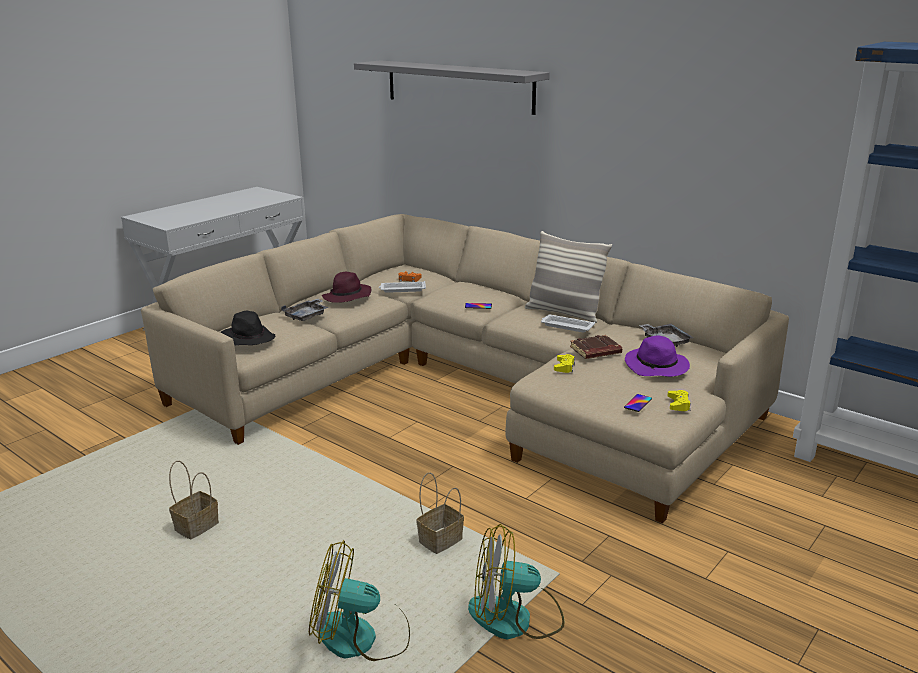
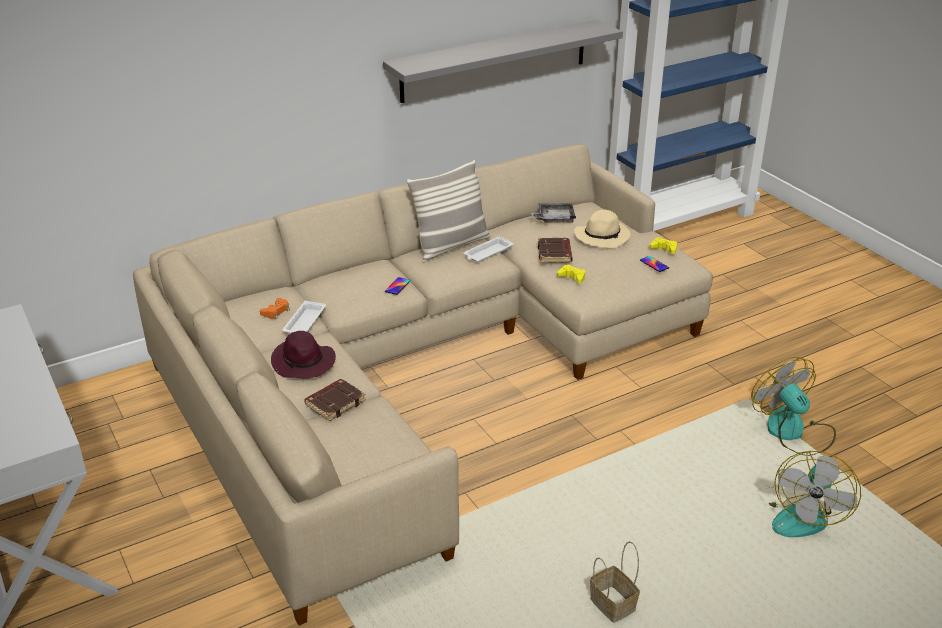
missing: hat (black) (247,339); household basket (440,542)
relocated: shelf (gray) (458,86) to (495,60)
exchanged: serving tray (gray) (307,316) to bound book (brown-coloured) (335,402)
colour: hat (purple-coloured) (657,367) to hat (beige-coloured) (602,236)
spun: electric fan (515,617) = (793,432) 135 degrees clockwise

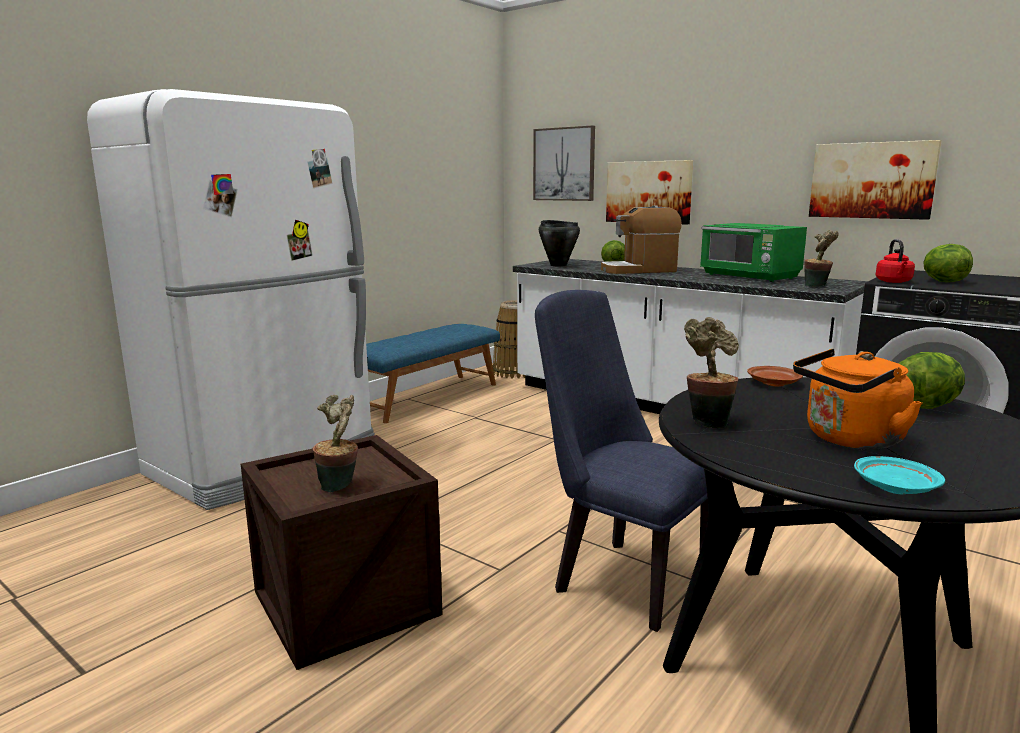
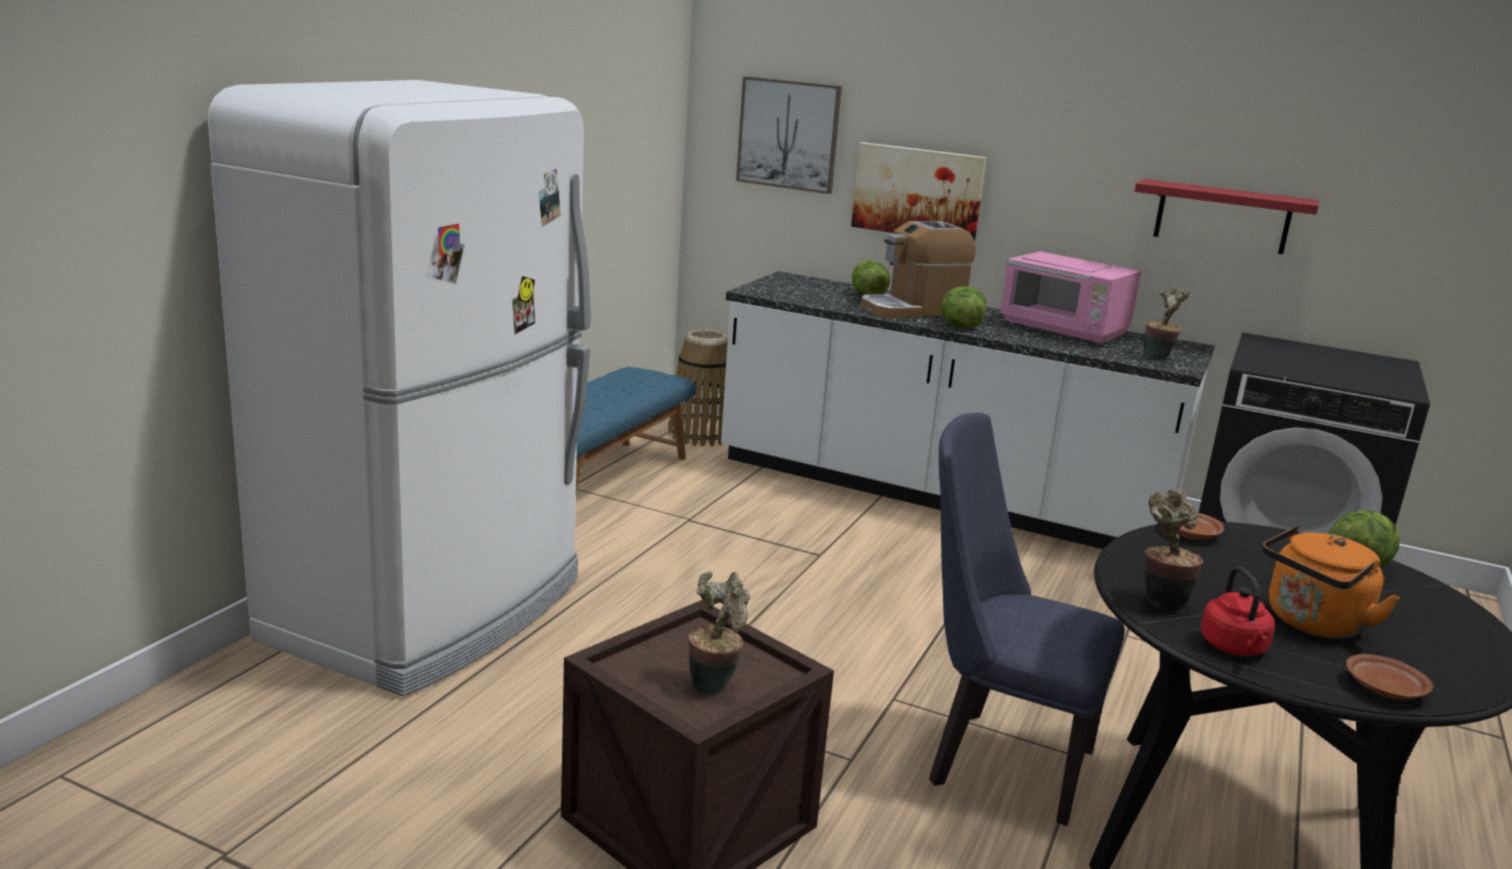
missing: saucepot (black) (558,265)
relocated: head of lettuce (943,282) to (959,326); tea kettle (reddish) (894,282) to (1234,648)
exchanged: picture (872,180) to shelf (reddish) (1222,217)
colour: microwave oven (green-coloured) (749,276) to microwave oven (pinkish) (1064,330); flat dish (turquoise) (894,487) to flat dish (brown-coloured) (1383,688)

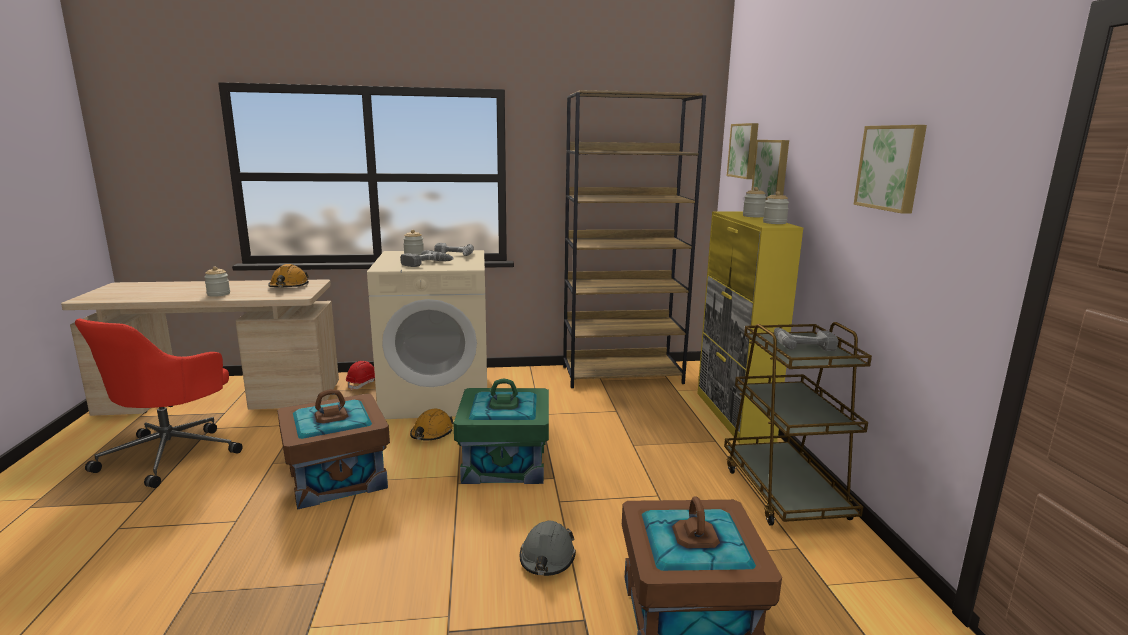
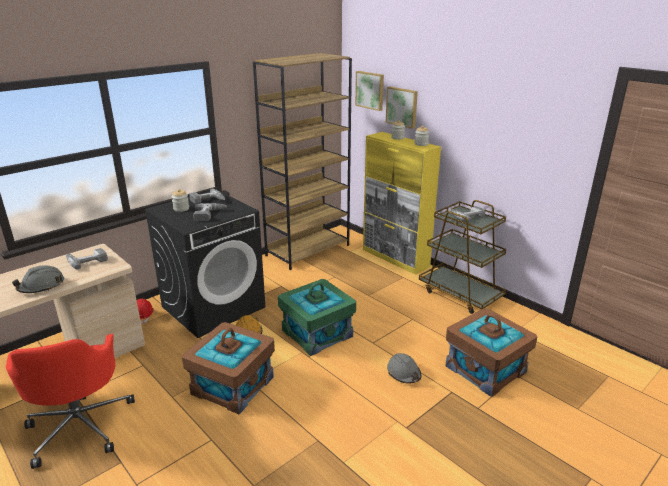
missing: picture (891,167)
exchanged: storage jar (218,294) to hard hat (gray) (41,286); hard hat (orange) (289,287) to power drill (86,260)
colour: laundry machine (beige-coloured) (438,397) to laundry machine (black) (214,306)

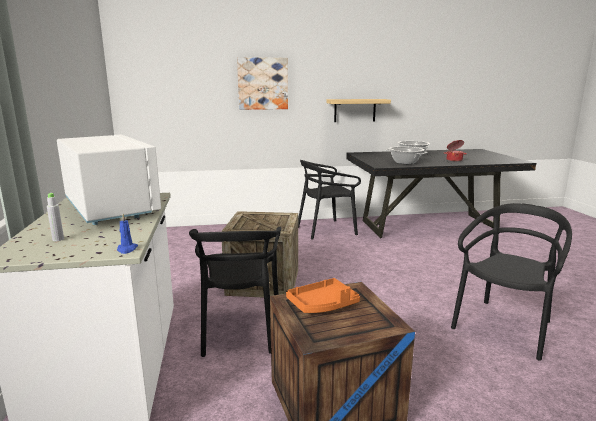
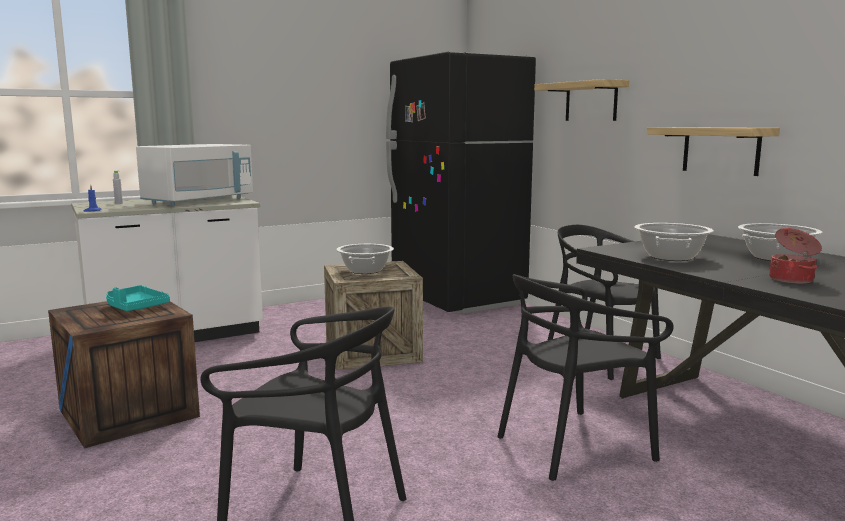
appeared: saucepot (365,271); refrigerator (black) (457,298)
relocated: upright chair (black) (239,330) to (573,445)
exchanged: picture (262,83) to shelf (591,101)
colour: serving tray (orange) (323,305) to serving tray (turquoise) (135,307)

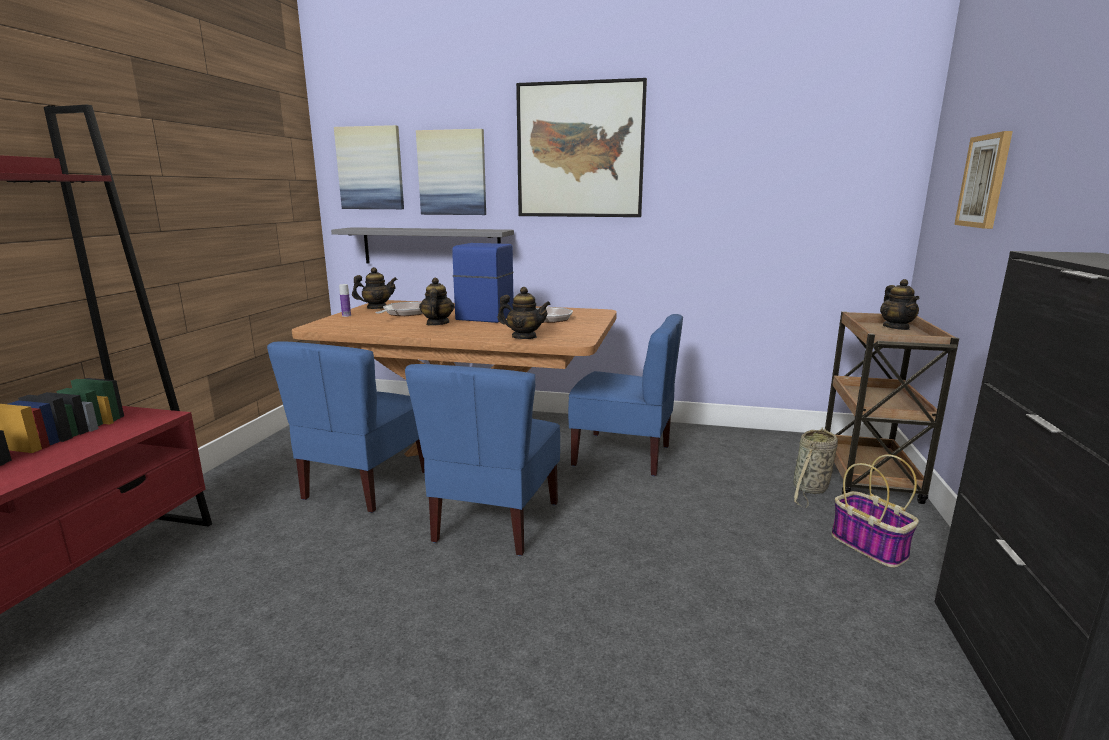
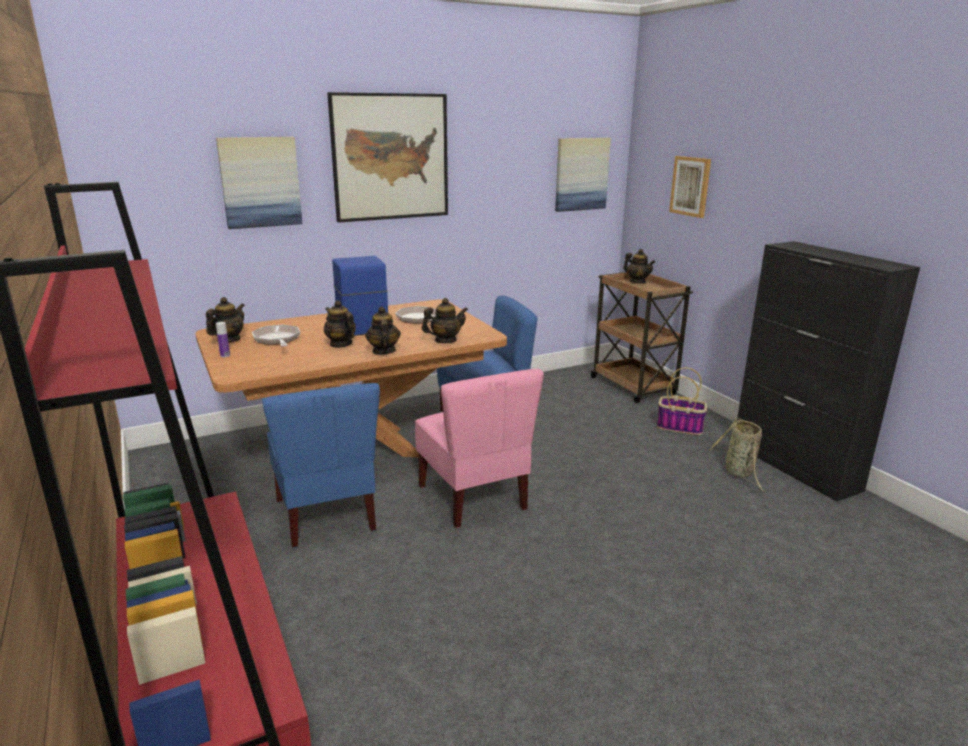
missing: shelf (gray) (431,247)
appeared: pot for tea (383,351)
relocated: picture (370,168) to (581,174); household basket (809,489) to (739,473)
colour: upright chair (blue-coloured) (494,522) to upright chair (pinkish) (474,497)

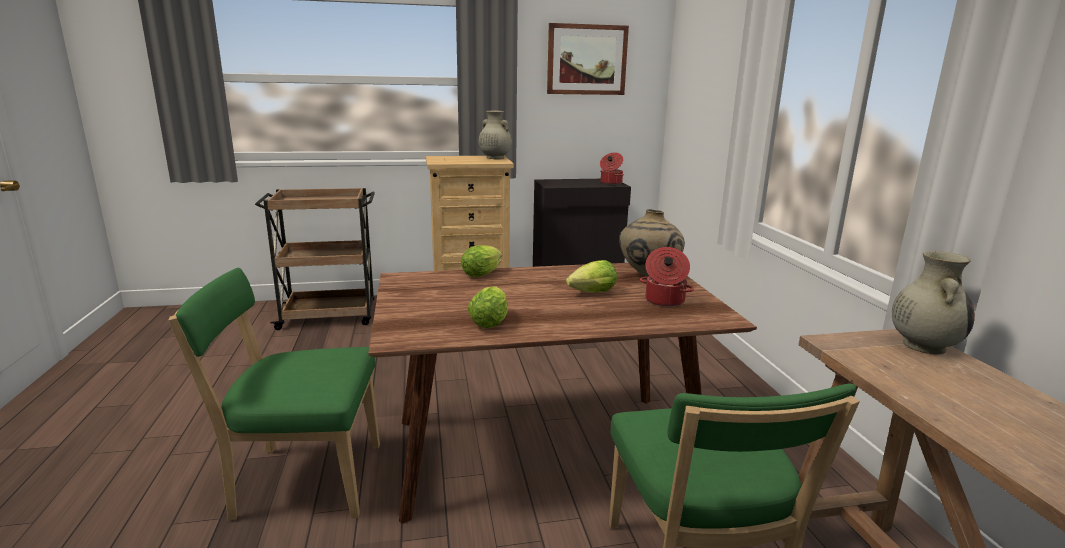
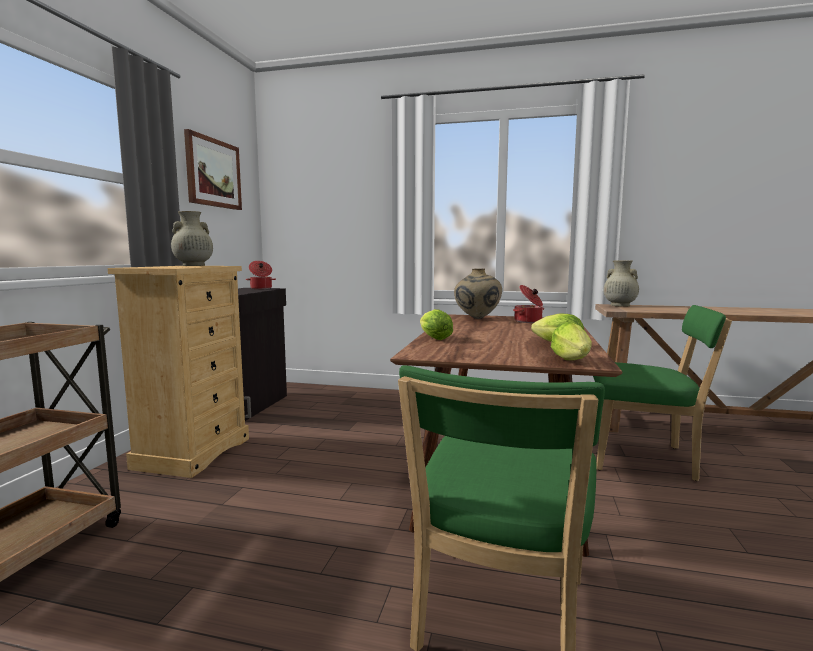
relocated: head of lettuce (590,293) to (573,361)

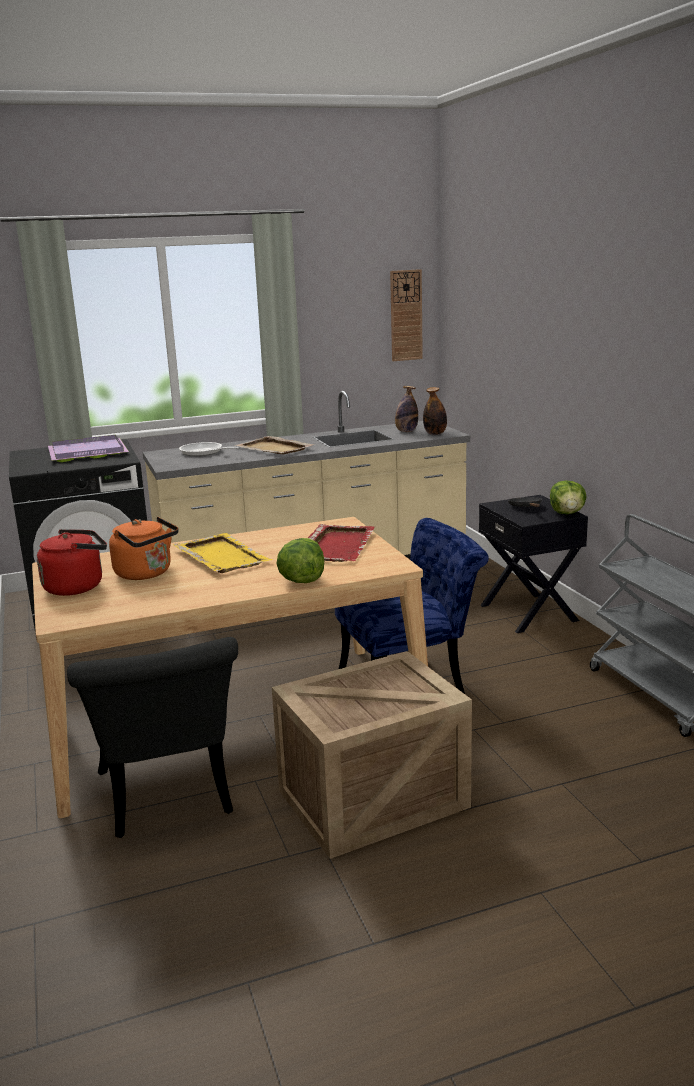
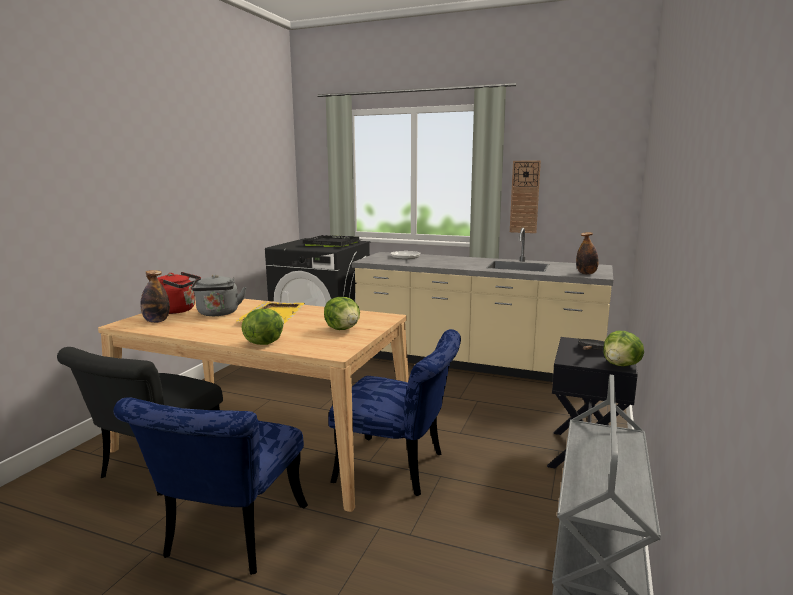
missing: serving tray (beige-coloured) (274,448)
relocated: bottle (406,431) to (156,321); hanging clock (406,315) to (524,197)
exchanged: packing crate (371,800) to upright chair (blue-coloured) (228,538); serving tray (reddish) (336,546) to head of lettuce (343,329)
colour: tea kettle (orange) (146,574) to tea kettle (gray) (218,313); serving tray (purple-coloured) (86,452) to serving tray (black) (330,244)

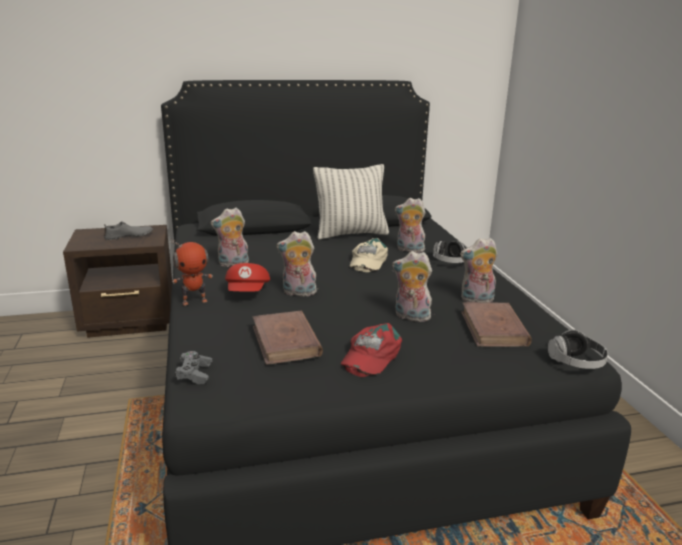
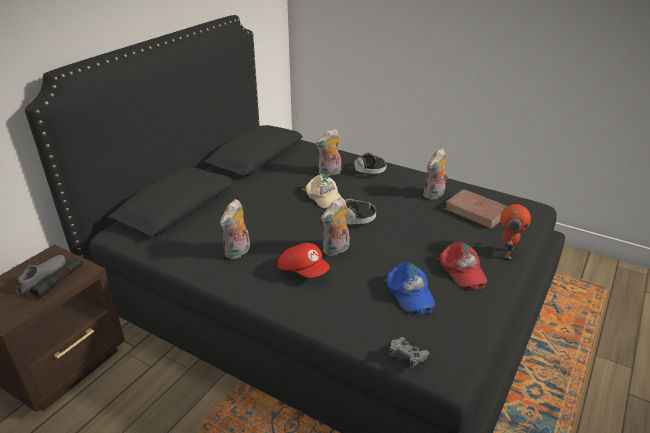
missing: pillow (351,234); soft toy (410,317)
appeared: torch (black) (59,281)
relocated: headset (576,362) to (357,219); toy robot (194,301) to (507,252)
exchanged: bound book (brown-coloured) (286,341) to peaked cap (blue-coloured) (409,292)

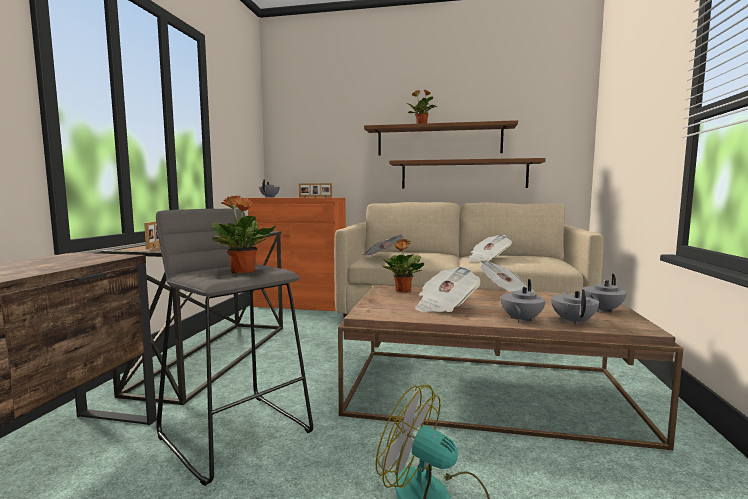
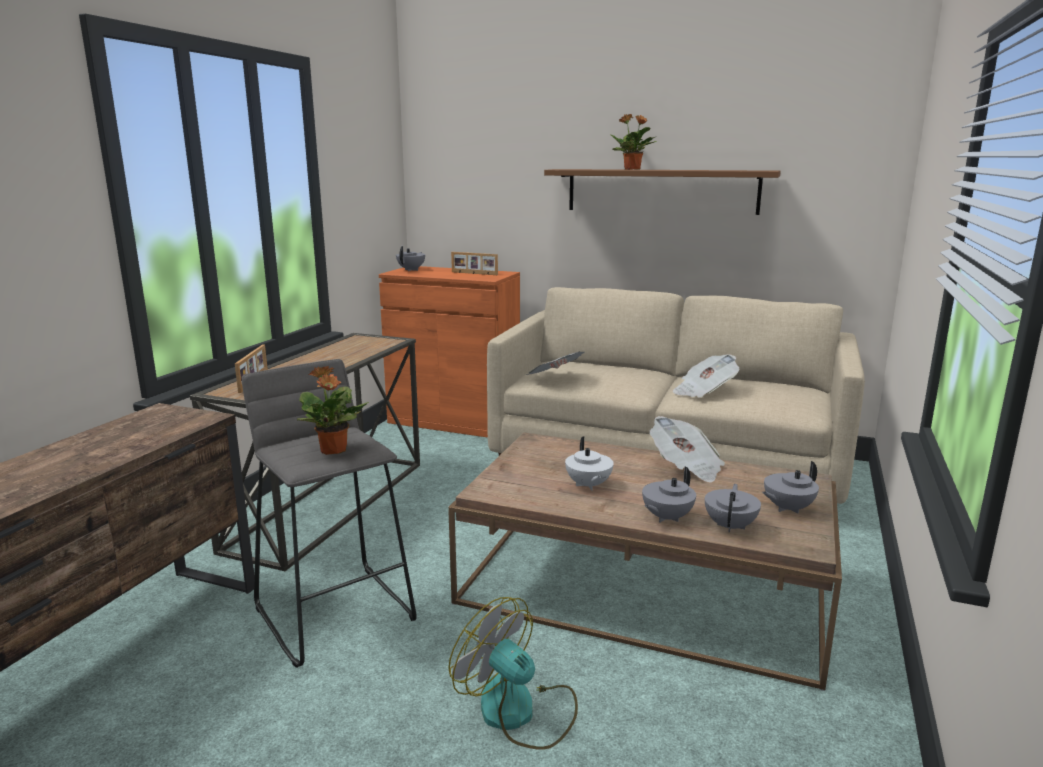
missing: houseplant (402,291); shelf (brown-coloured) (463,174)
exchanged: daily paper (445,307) to pot for tea (white) (588,485)

